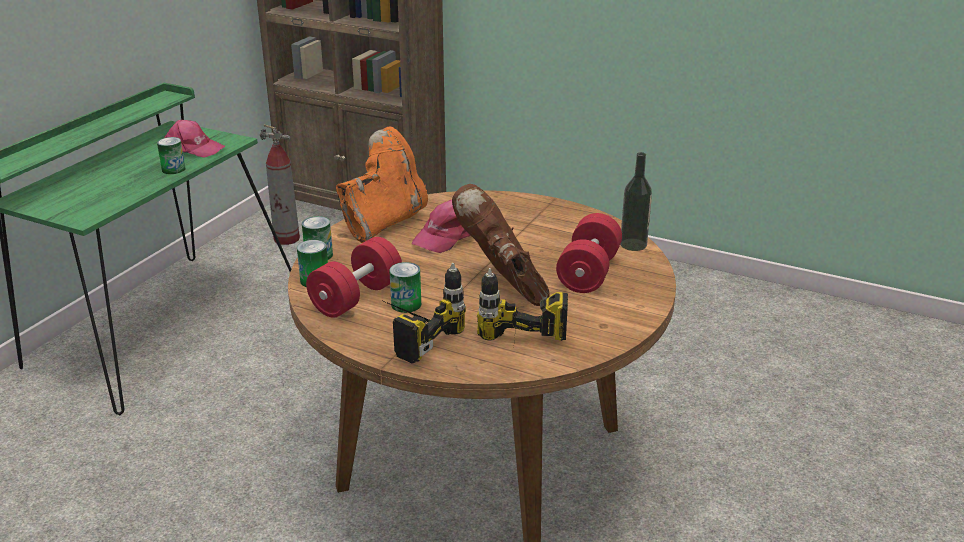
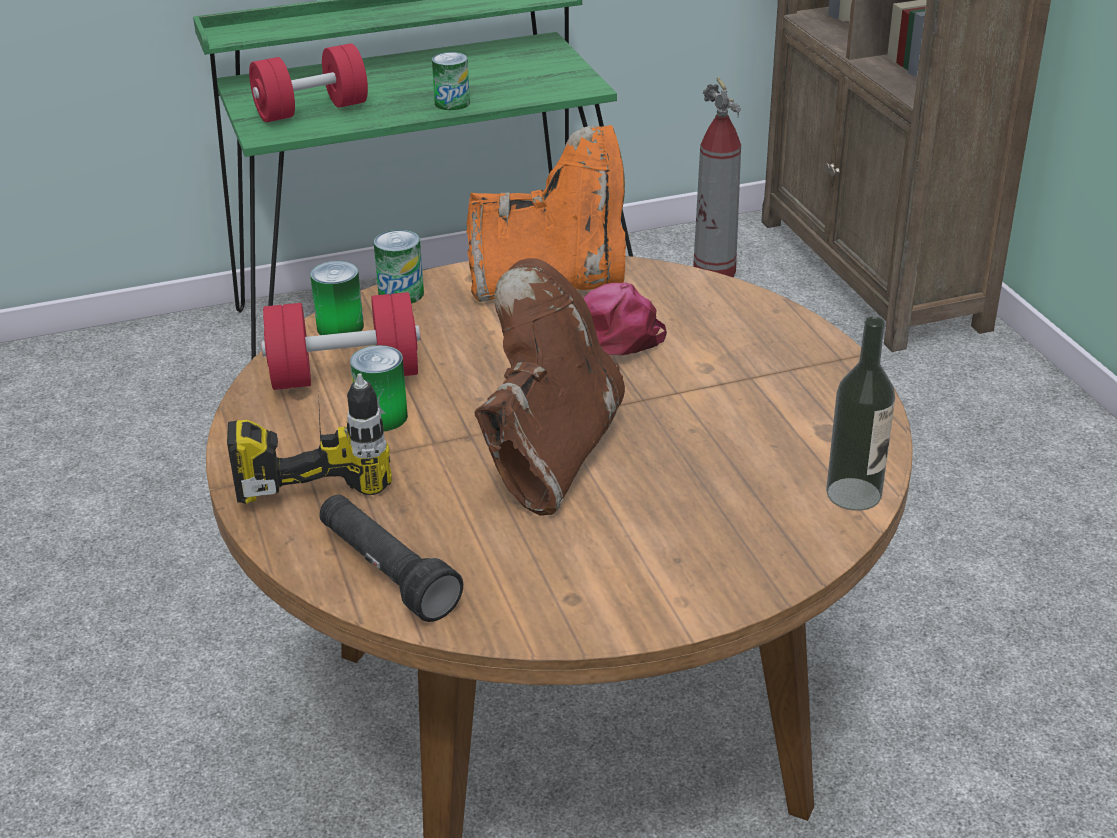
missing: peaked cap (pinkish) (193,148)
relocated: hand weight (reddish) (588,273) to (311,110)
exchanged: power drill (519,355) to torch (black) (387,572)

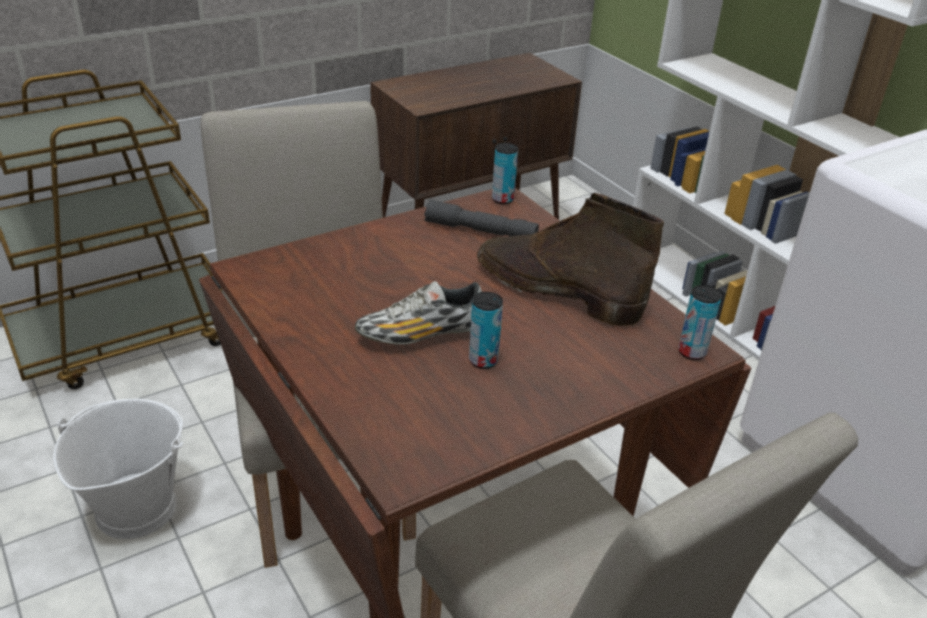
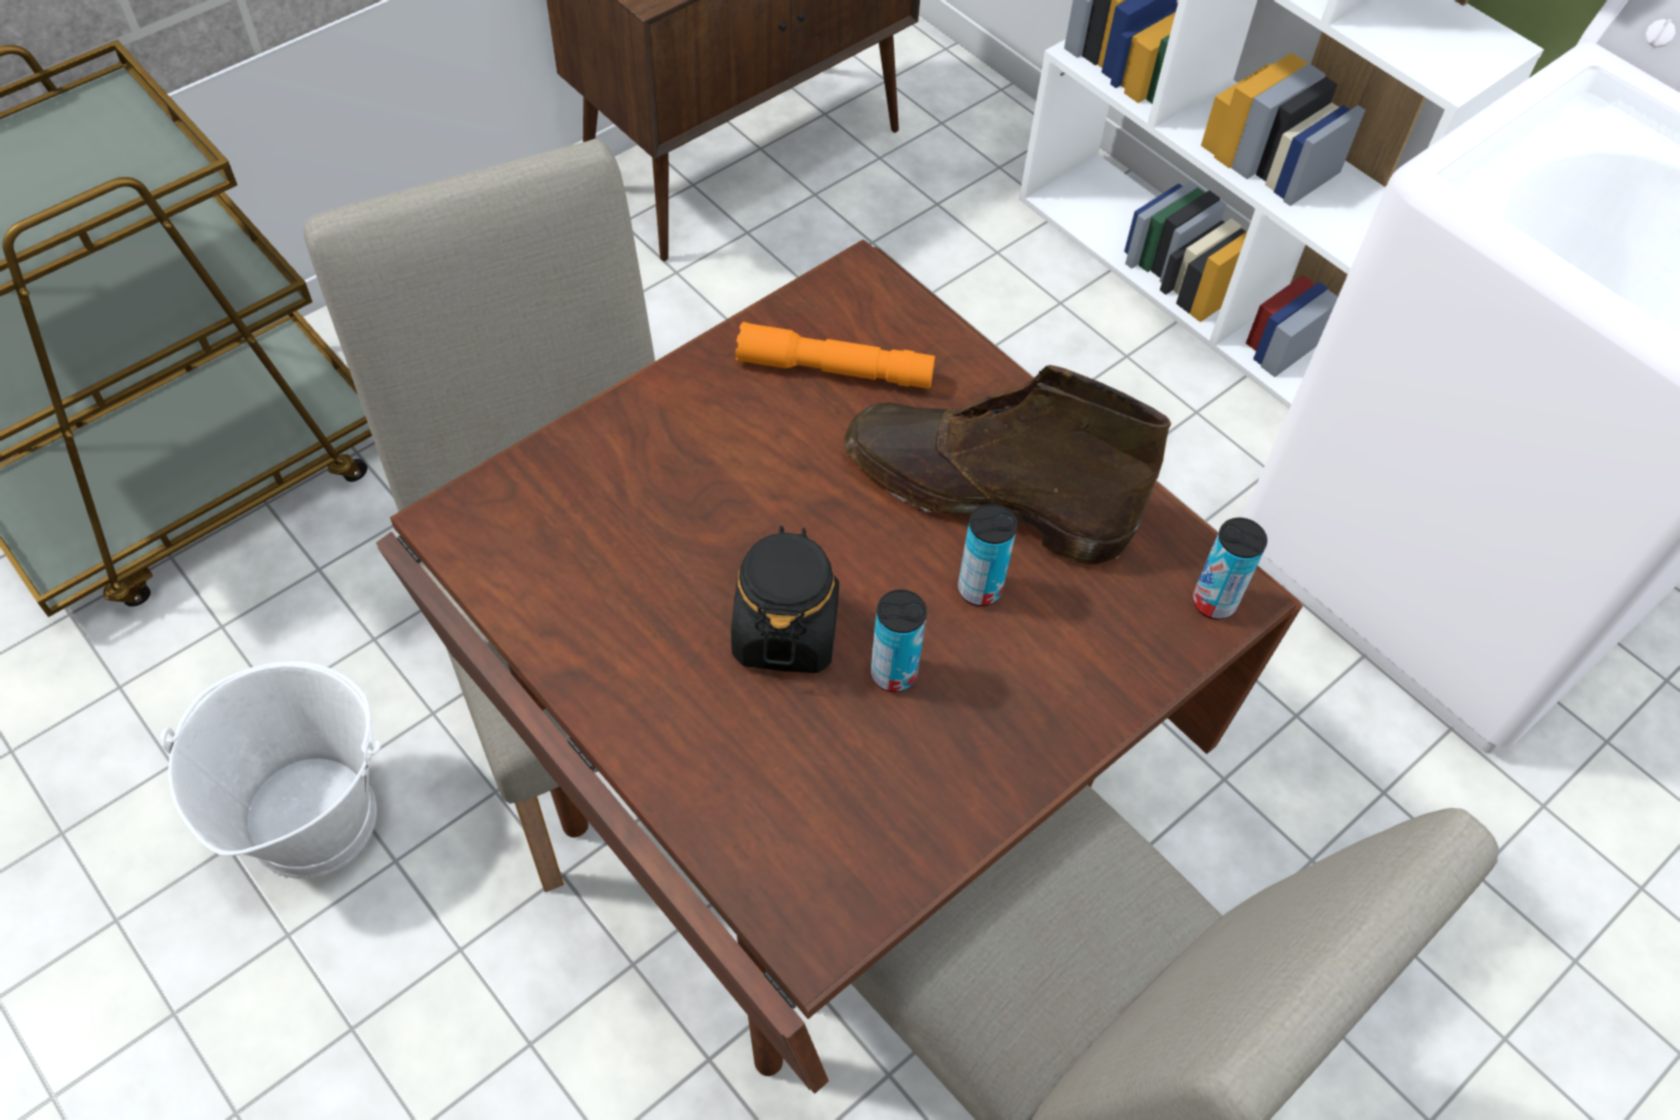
relocated: can (502,199) to (979,589)
exchanged: low shoe (422,334) to storage jar (black) (785,631)
colour: torch (gray) (480,231) to torch (orange) (835,370)

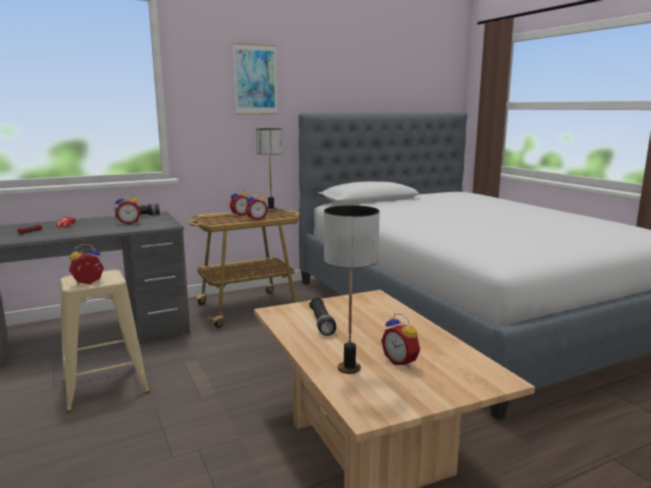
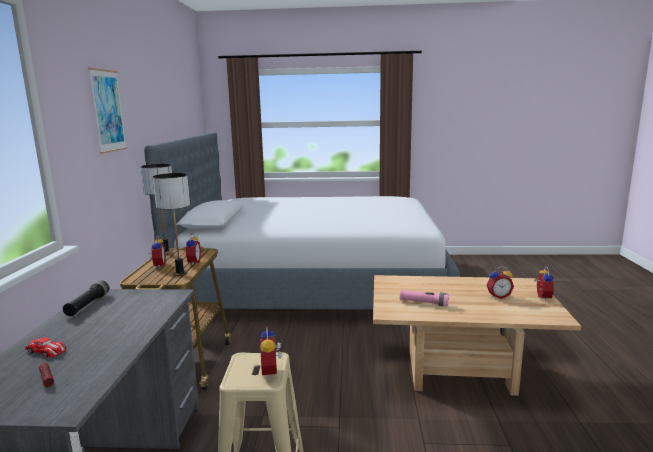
relocated: table lamp (349,368) to (180,274); bedside clock (129,223) to (541,297)
colour: torch (black) (322,323) to torch (pinkish) (423,303)

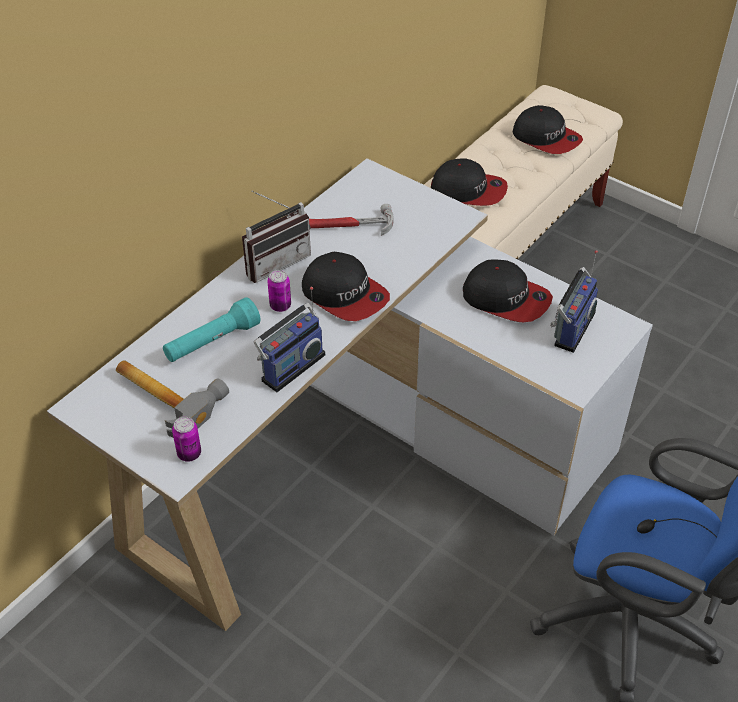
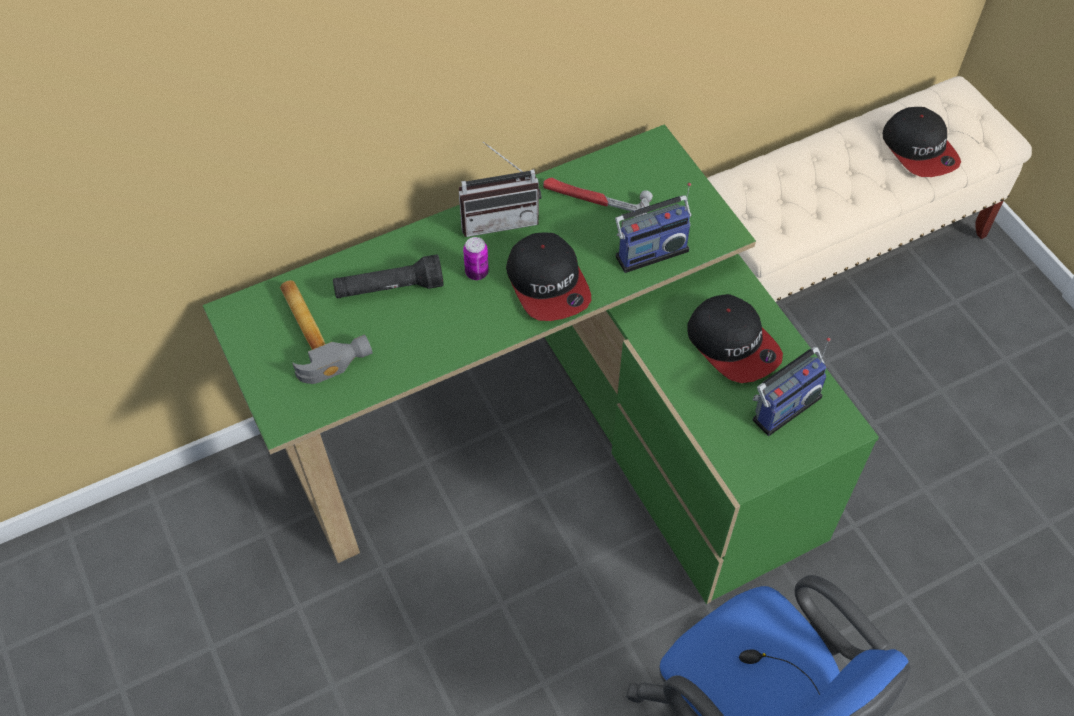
missing: can (189,454); peaked cap (469,190)
relocated: radio receiver (290,366) to (650,251)
colour: desk unit (white) (360,458) to desk unit (green-coloured) (555,437); torch (turquoise) (212,342) to torch (black) (389,289)

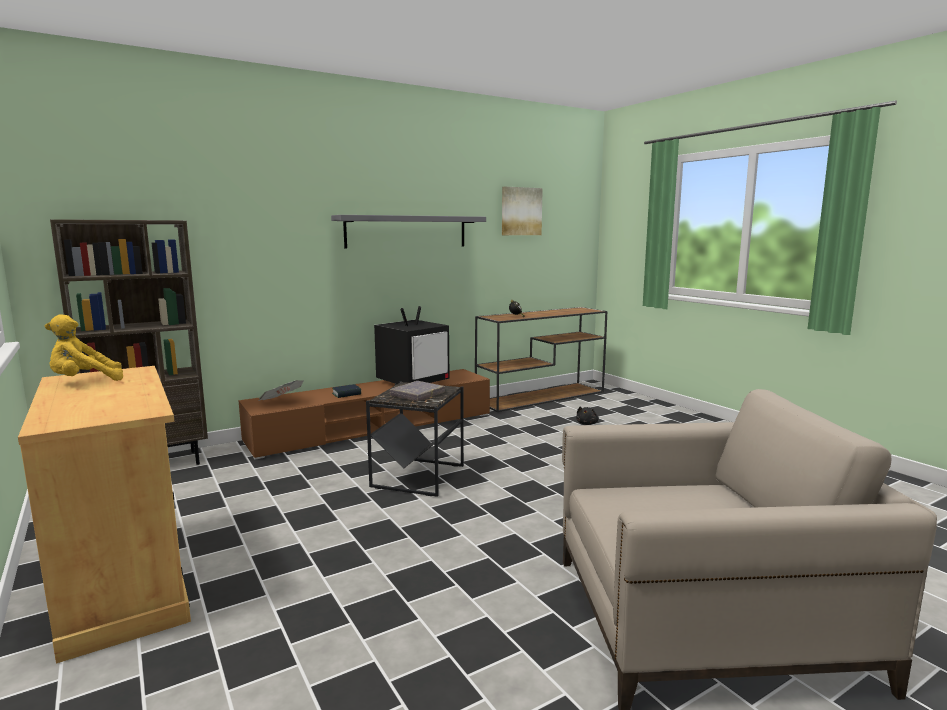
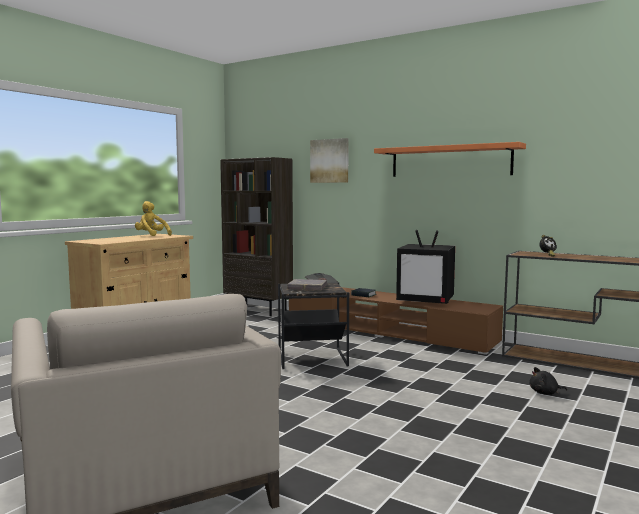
relocated: picture (521,211) to (330,161)
colour: shelf (gray) (407,231) to shelf (orange) (450,161)

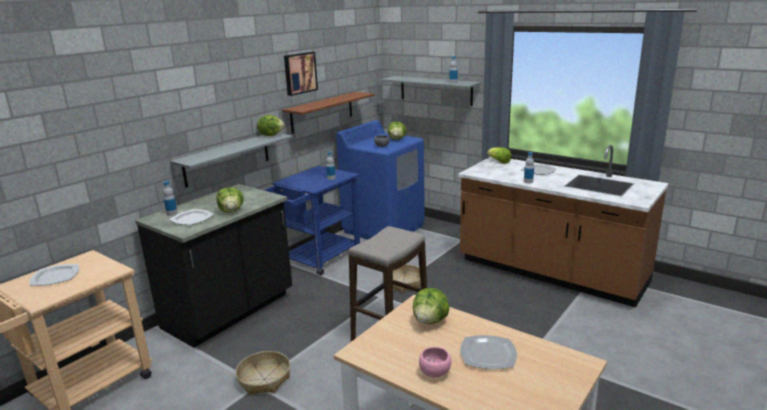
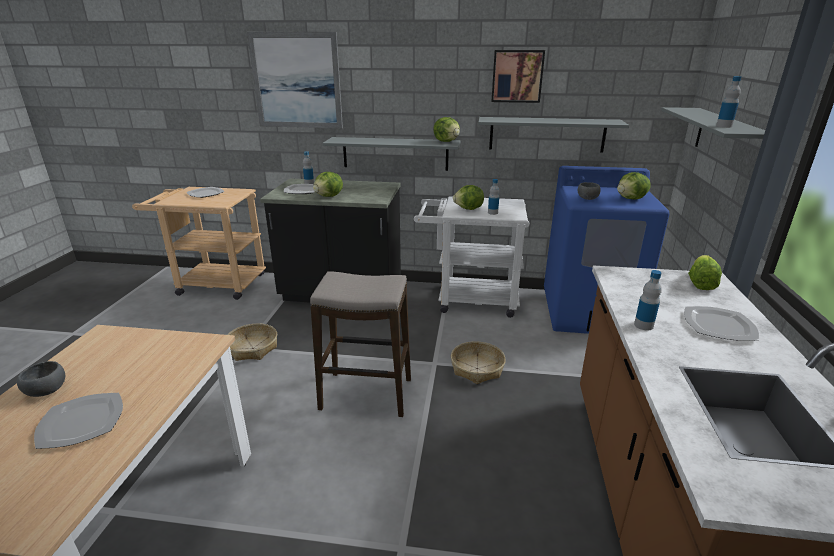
appeared: picture (296,81)
relocated: head of lettuce (430,321) to (469,209)
colour: serving bowl (pinkish) (435,372) to serving bowl (gray) (47,391); wheeled cart (blue-coloured) (317,260) to wheeled cart (white) (469,299); shelf (brown-coloured) (322,112) to shelf (gray) (547,134)

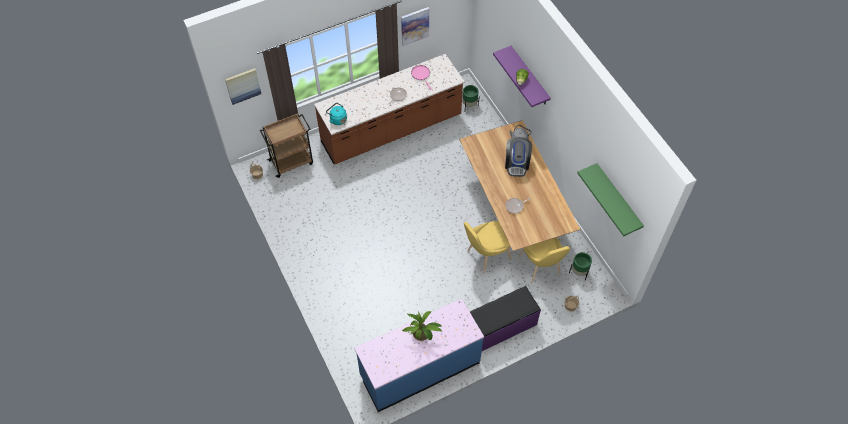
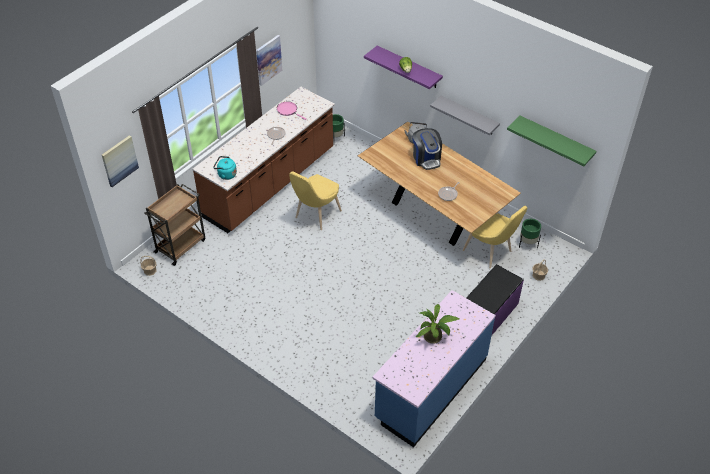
appeared: shelf (gray) (469,116)
relocated: upright chair (yellow) (486,256) to (315,216)

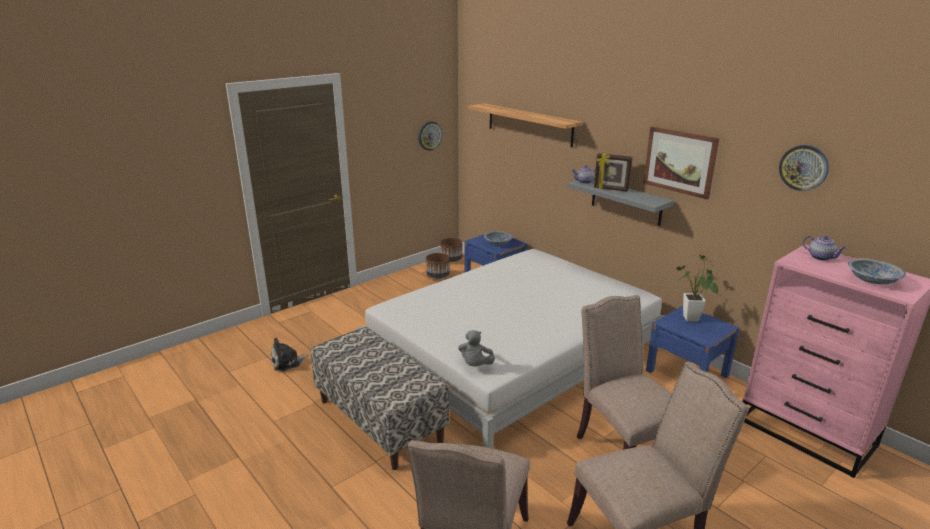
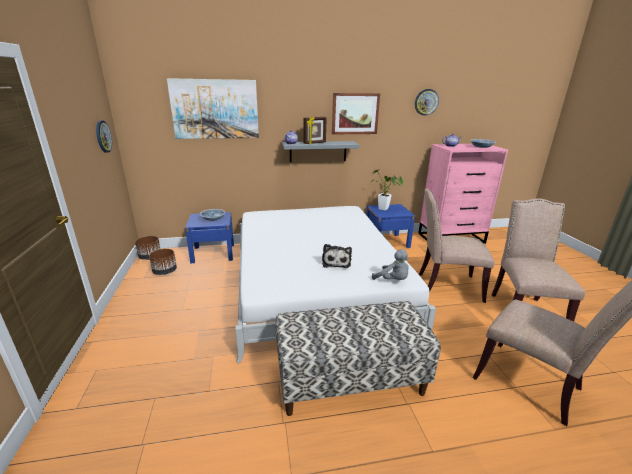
relocated: soft toy (287,362) to (336,262)
exchanged: shelf (529,124) to picture (215,109)

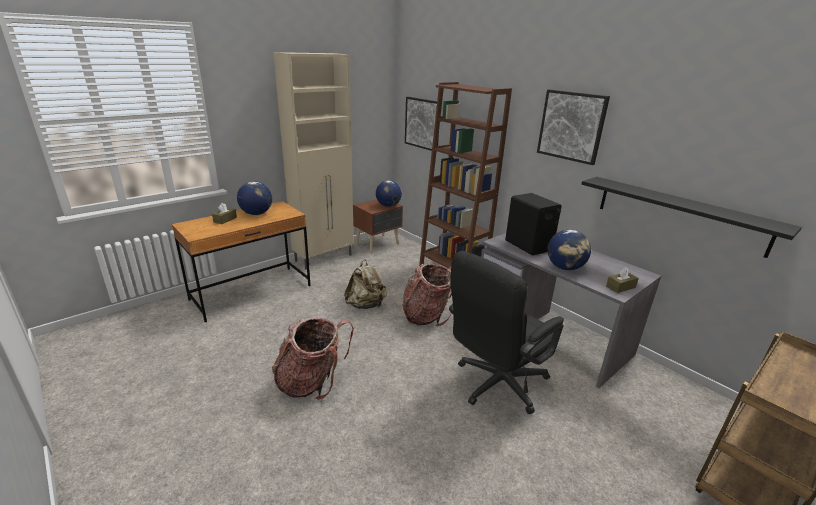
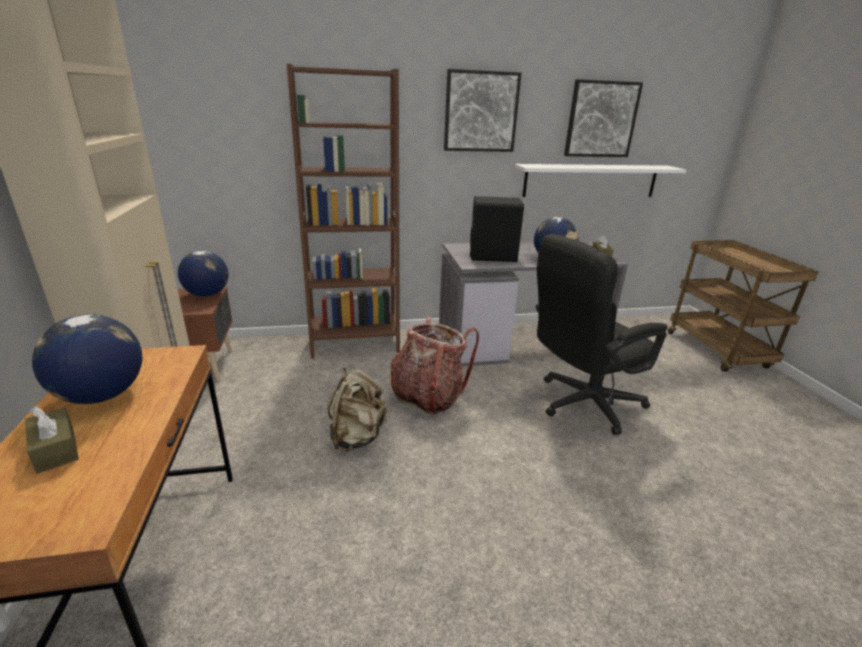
missing: rucksack (312,382)
relocated: picture (422,123) to (601,119)
colour: shelf (black) (679,214) to shelf (white) (591,180)
spun: desk chair (black) (495,385) = (581,404) 75 degrees clockwise

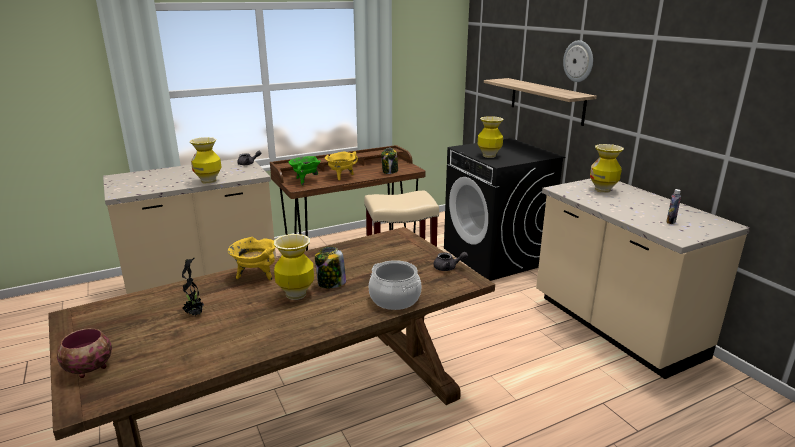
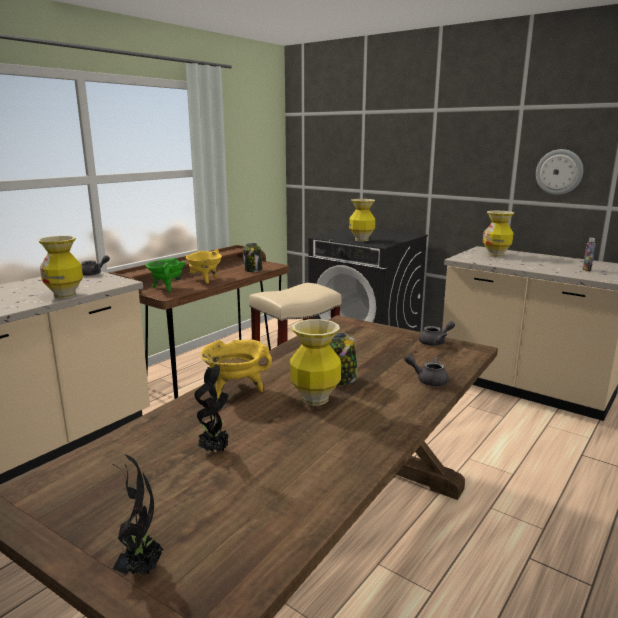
missing: shelf (546,101)
relocated: hanging clock (578,61) to (559,172)
exchanged: serving bowl (89,369) to houseplant (142,568); saucepot (394,299) to pot for tea (gray) (428,380)

